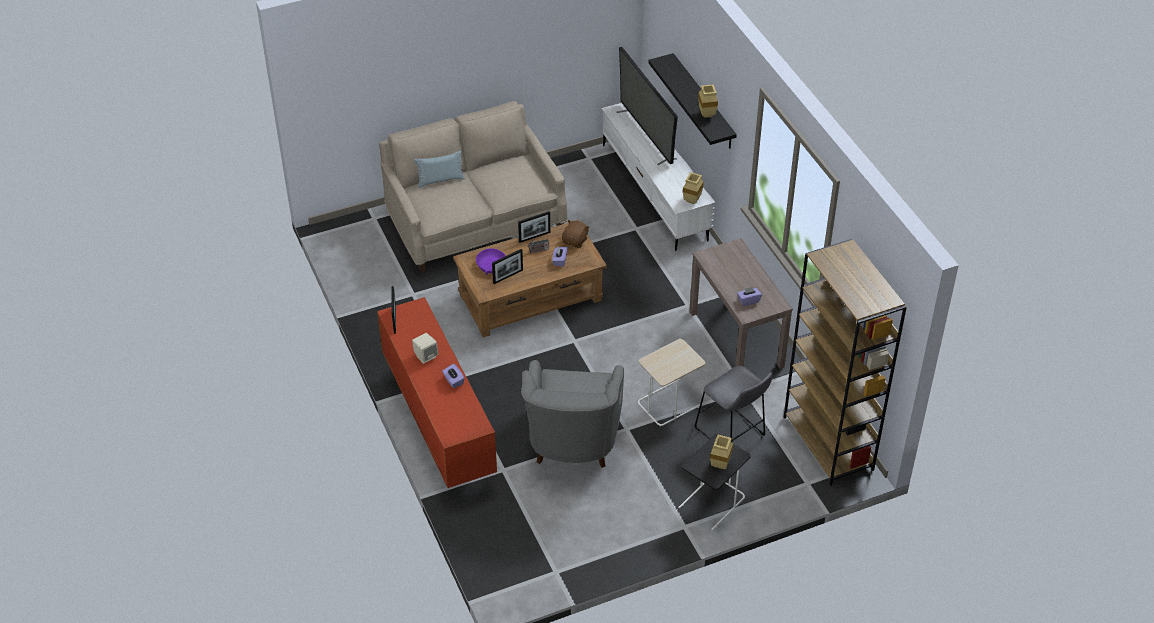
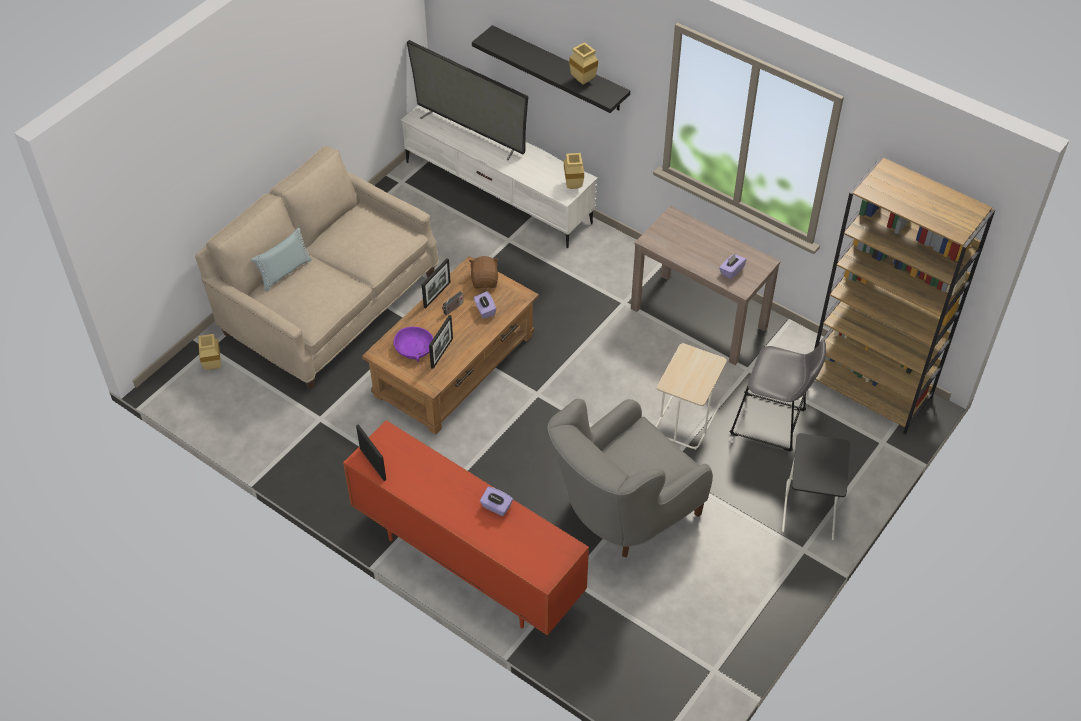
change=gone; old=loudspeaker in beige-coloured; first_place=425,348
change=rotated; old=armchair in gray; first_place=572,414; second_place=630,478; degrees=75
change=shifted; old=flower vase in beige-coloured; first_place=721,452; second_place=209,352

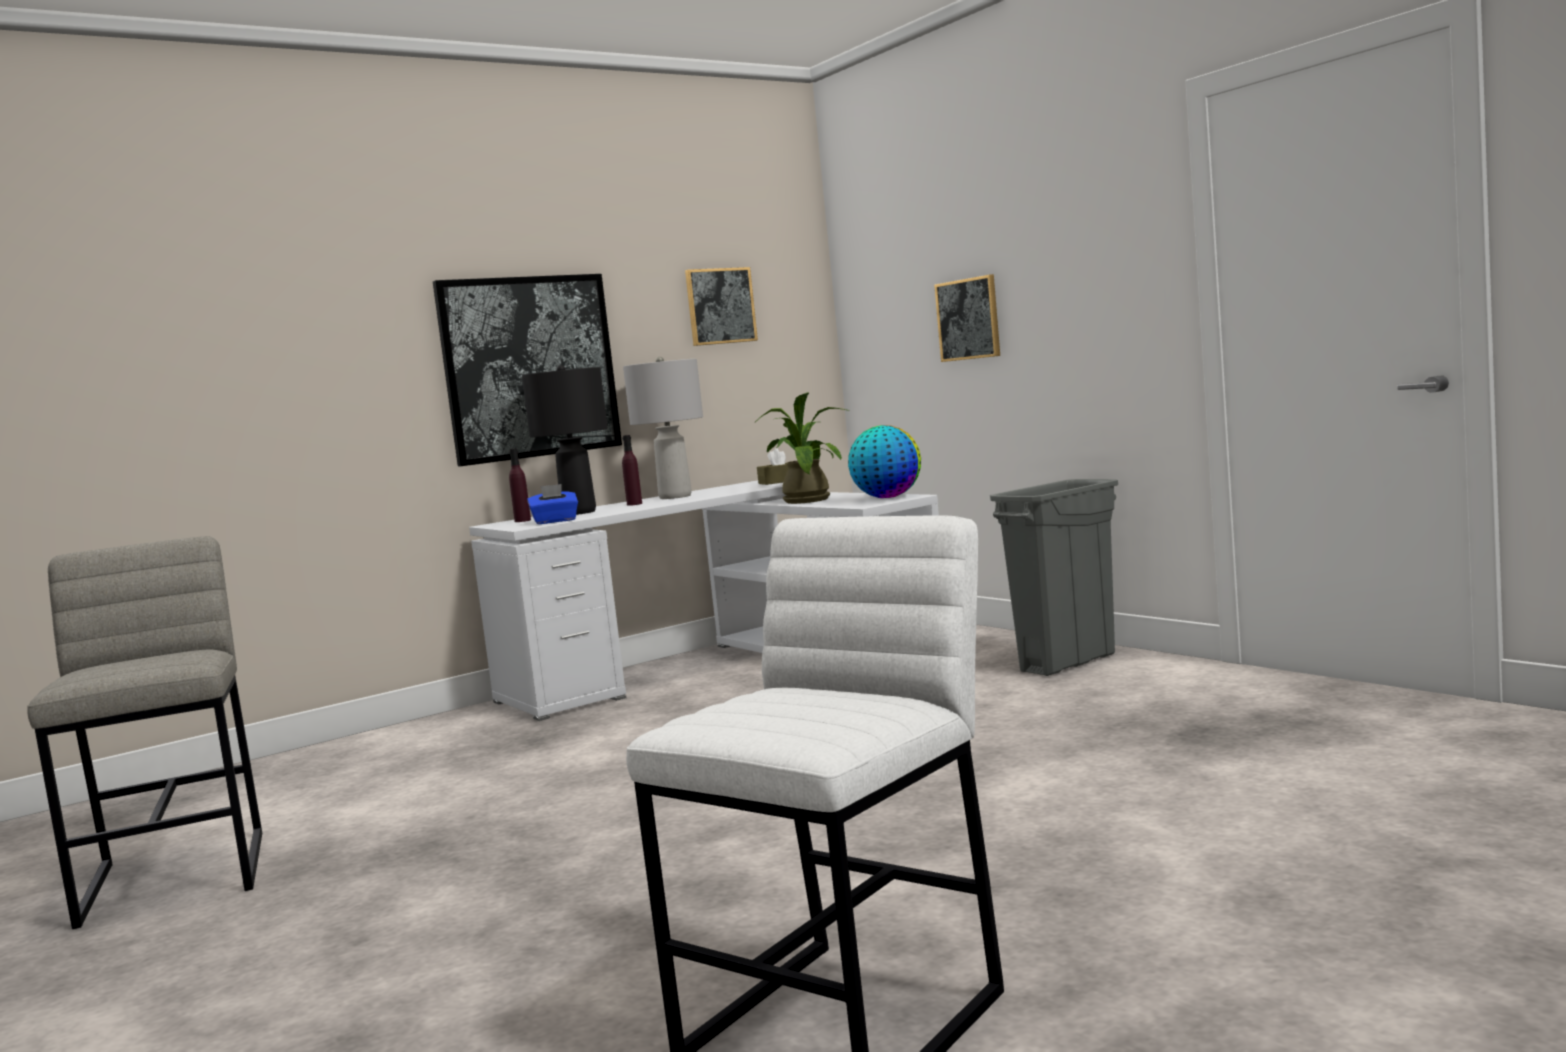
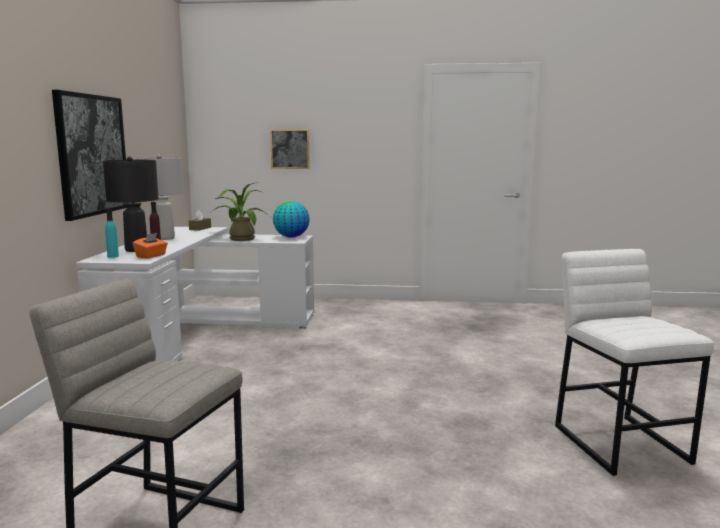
change=repainted; old=bottle in purple-coloured; new=bottle in turquoise-coloured; first_place=520,485; second_place=112,234
change=repainted; old=box of tissues in bluish; new=box of tissues in orange-coloured; first_place=552,504; second_place=150,246
change=gone; old=picture; first_place=721,306
change=gone; old=trash can in gray; first_place=1054,577

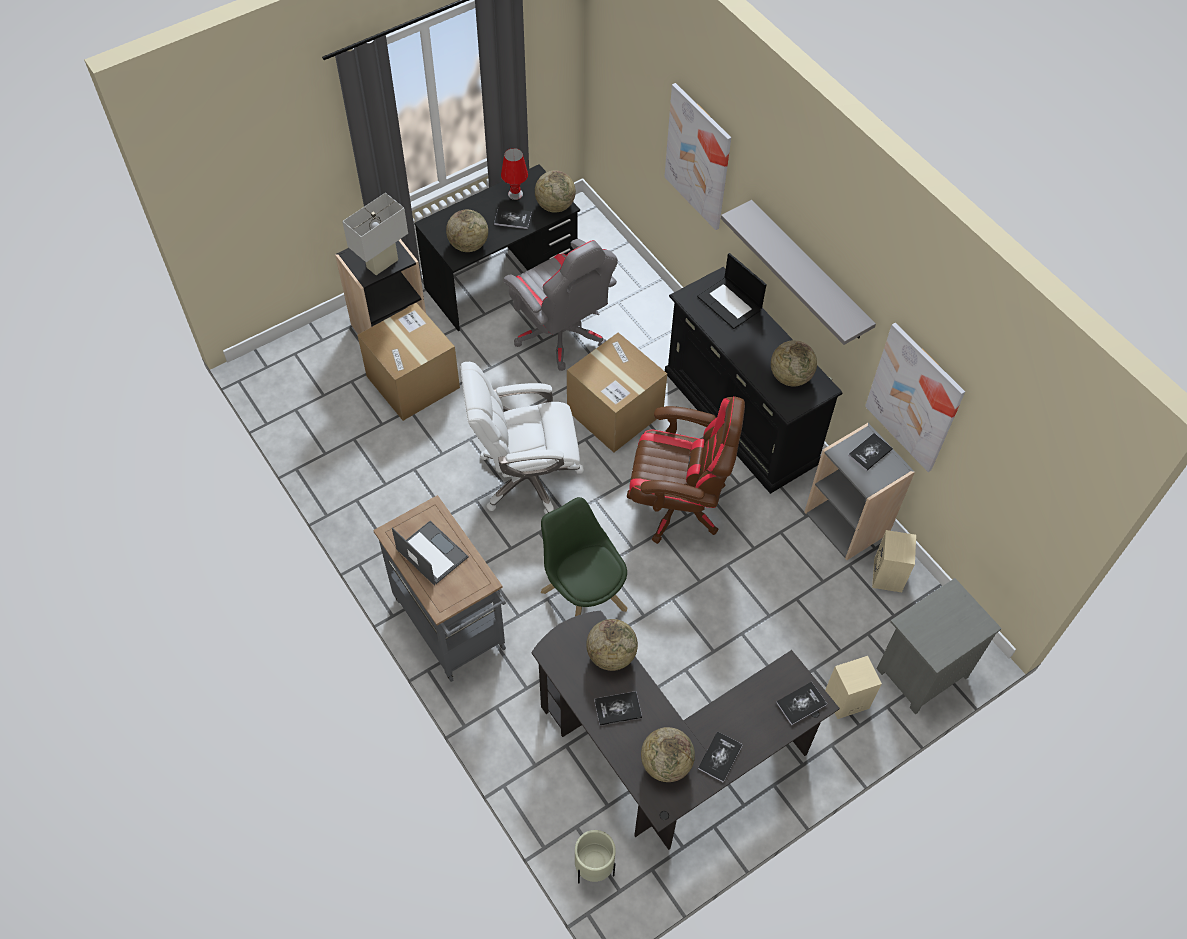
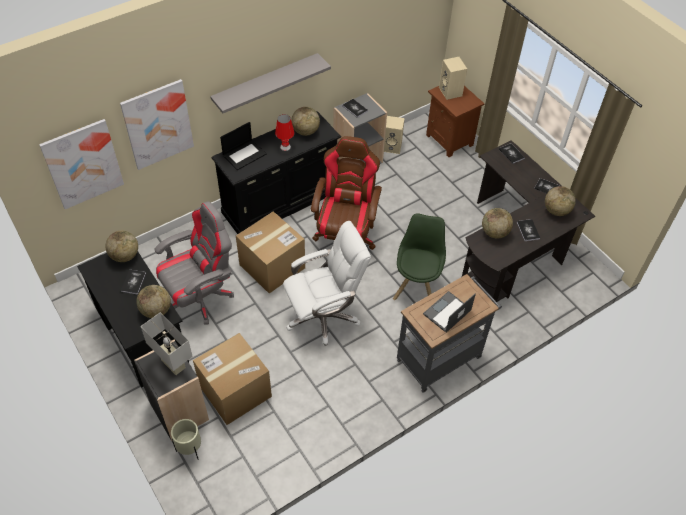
change=rotated; old=computer chair in white; first_place=522,438; second_place=327,283; degrees=-105
change=shifted; old=lamp for a table in reddish; first_place=514,174; second_place=284,132
change=rotated; old=plain chair in green; first_place=584,556; second_place=419,256; degrees=135
change=shifted; old=plant pot in beige-coloured; first_place=595,856; second_place=186,439
change=shifted; old=loudspeaker in beige-coloured; first_place=853,687; second_place=453,78
change=shifted; old=picture; first_place=915,397; second_place=81,164
change=repainted; old=nightstand in gray; new=nightstand in brownish; first_place=939,646; second_place=455,121

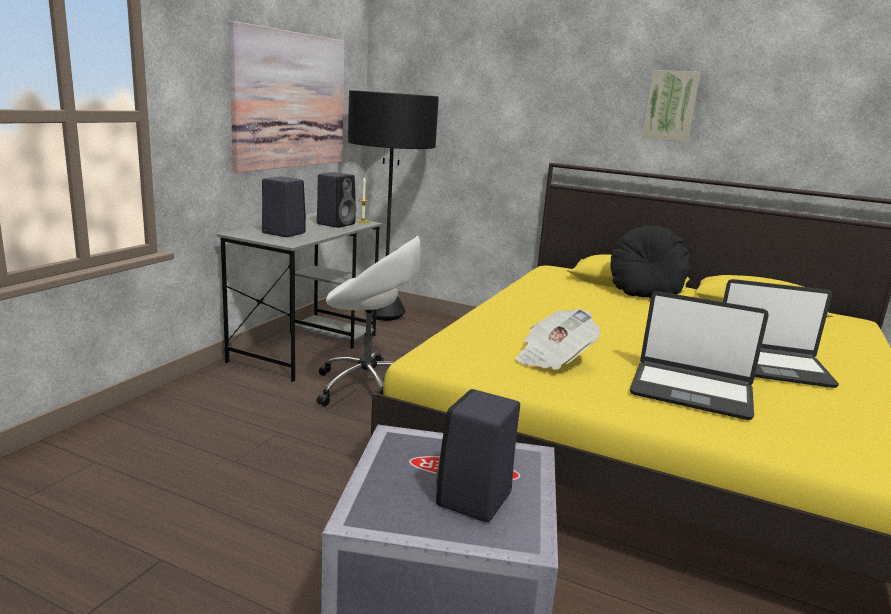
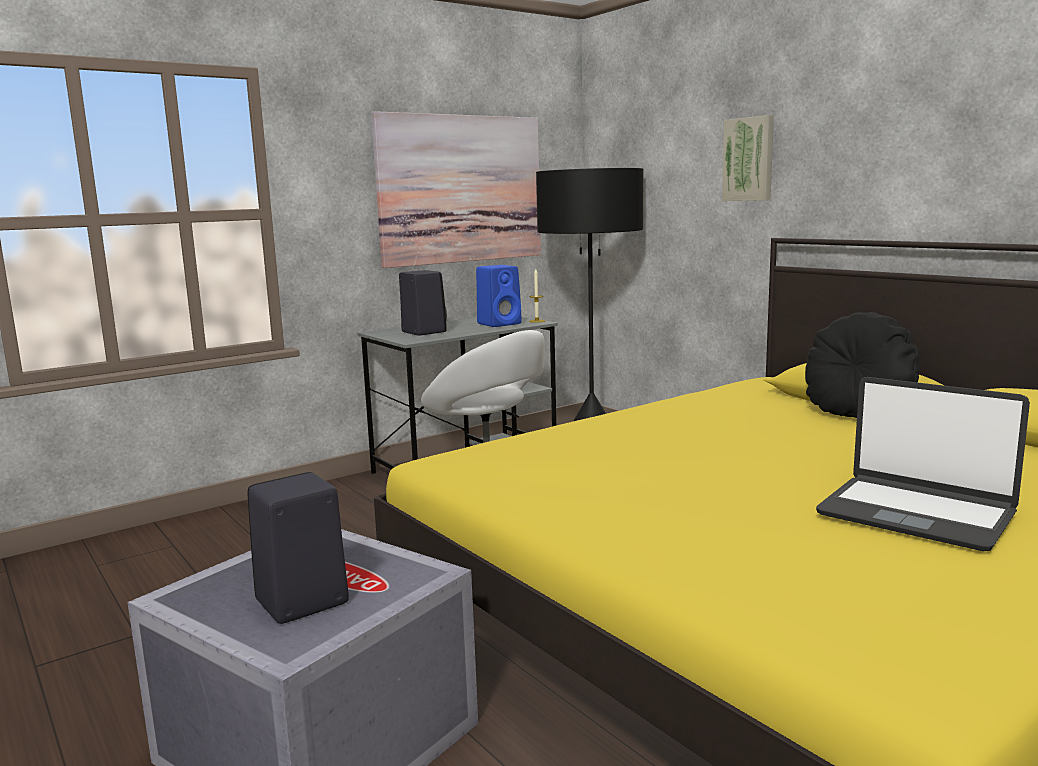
change=repainted; old=loudspeaker in black-coloured; new=loudspeaker in bluish; first_place=336,200; second_place=499,296
change=gone; old=printed paper; first_place=558,339
change=gone; old=laptop; first_place=699,355
change=shifted; old=picture; first_place=671,106; second_place=748,158

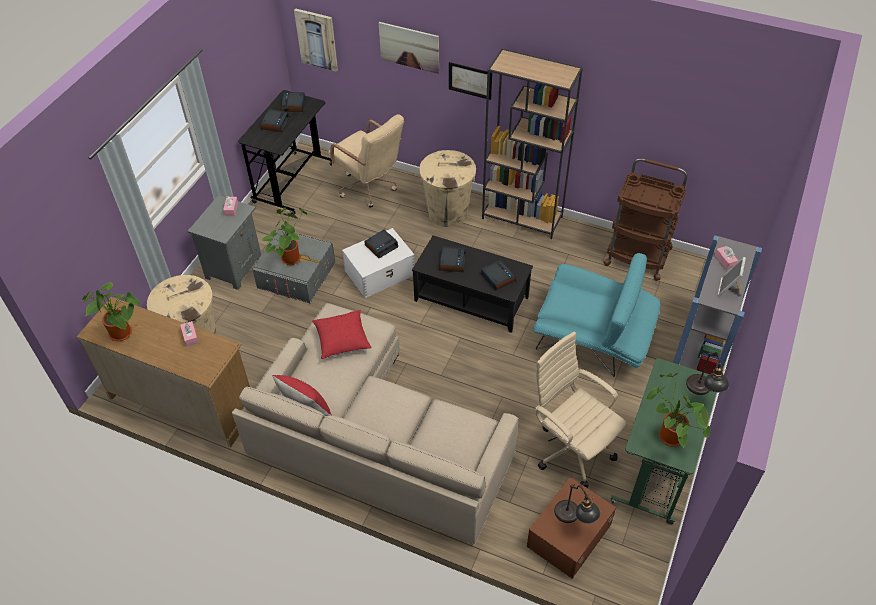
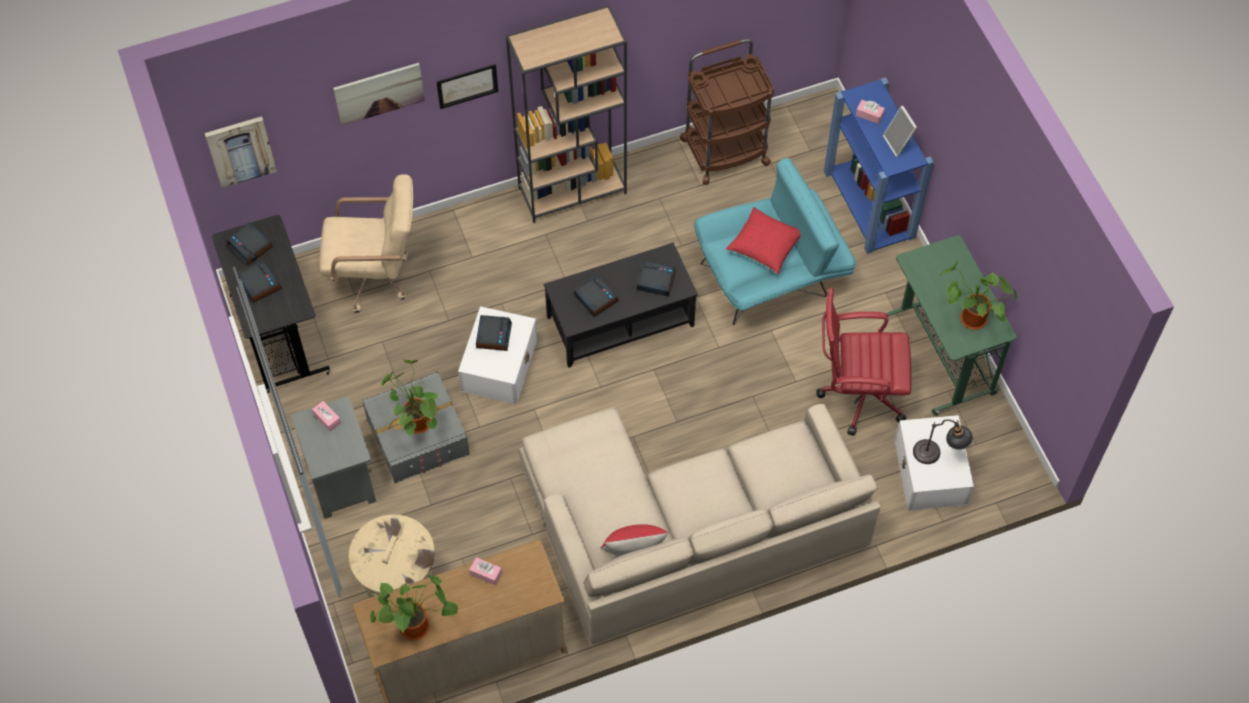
change=shifted; old=cushion in reddish; first_place=341,334; second_place=763,240
change=gone; old=trash can in beige-coloured; first_place=447,188
change=repainted; old=storage box in brownish; new=storage box in white; first_place=571,528; second_place=934,463
change=repainted; old=computer chair in beige-coloured; new=computer chair in reddish; first_place=580,410; second_place=864,361
change=repainted; old=shelving unit in gray; new=shelving unit in bluish; first_place=717,304; second_place=879,165
change=gone; old=lamp for a table in gray; first_place=707,373

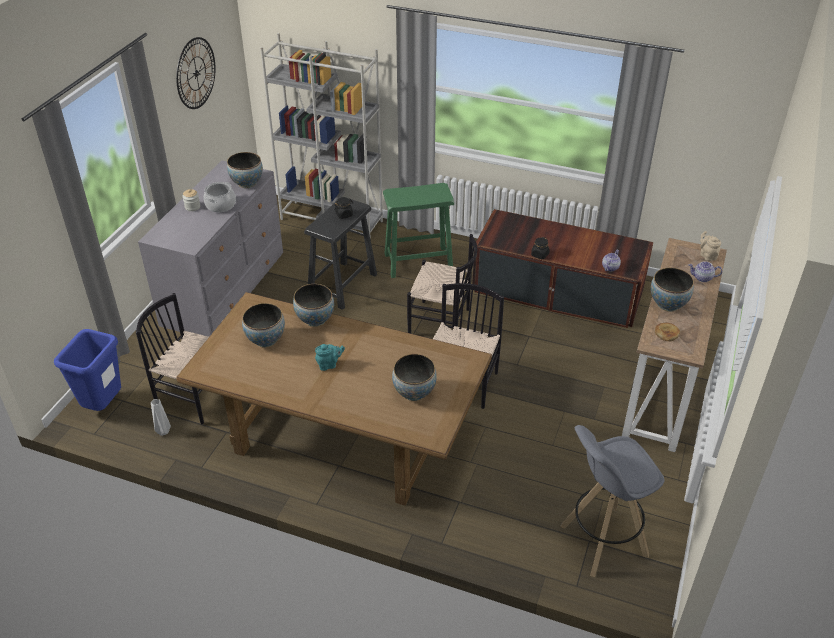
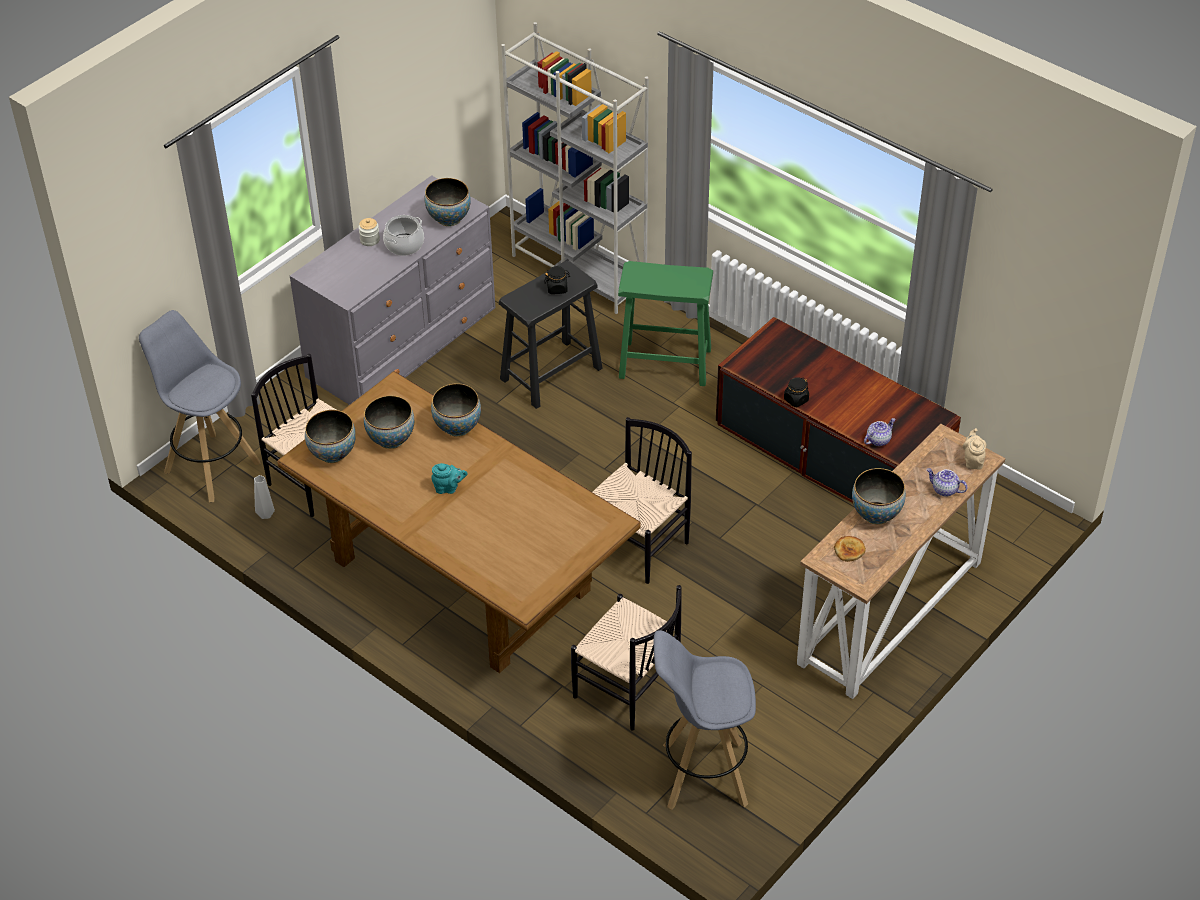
change=swapped; old=trash can in bluish; new=sitting stool in gray; first_place=87,370; second_place=200,406
change=gone; old=clock on the wall; first_place=195,73
change=shifted; old=deep dish; first_place=414,377; second_place=330,436
change=shifted; old=plain chair in black-coloured; first_place=442,283; second_place=626,658

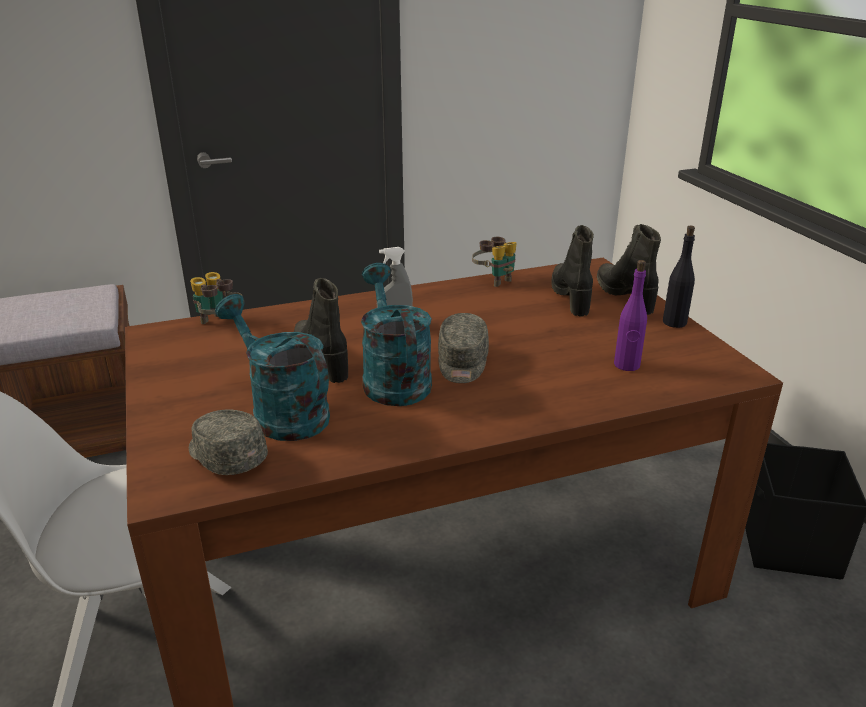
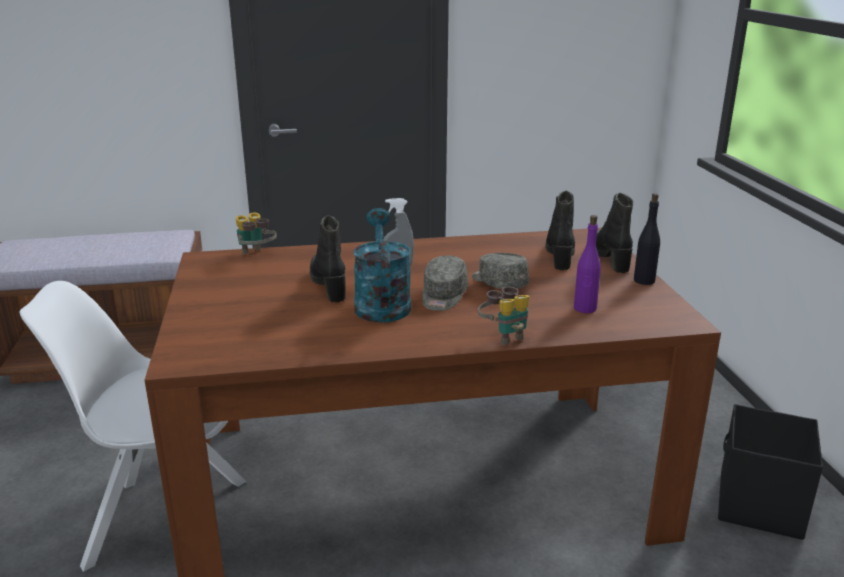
change=shifted; old=peaked cap in gray; first_place=228,442; second_place=500,271
change=gone; old=watering can in turquoise-coloured; first_place=272,367
change=shifted; old=binoculars; first_place=494,262; second_place=503,316

